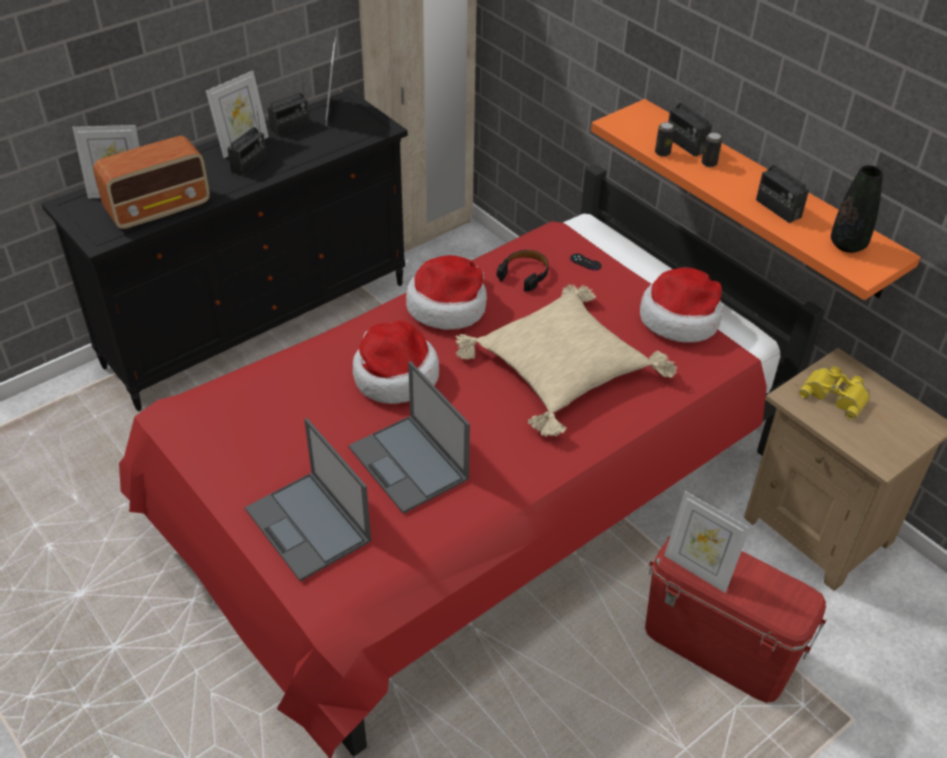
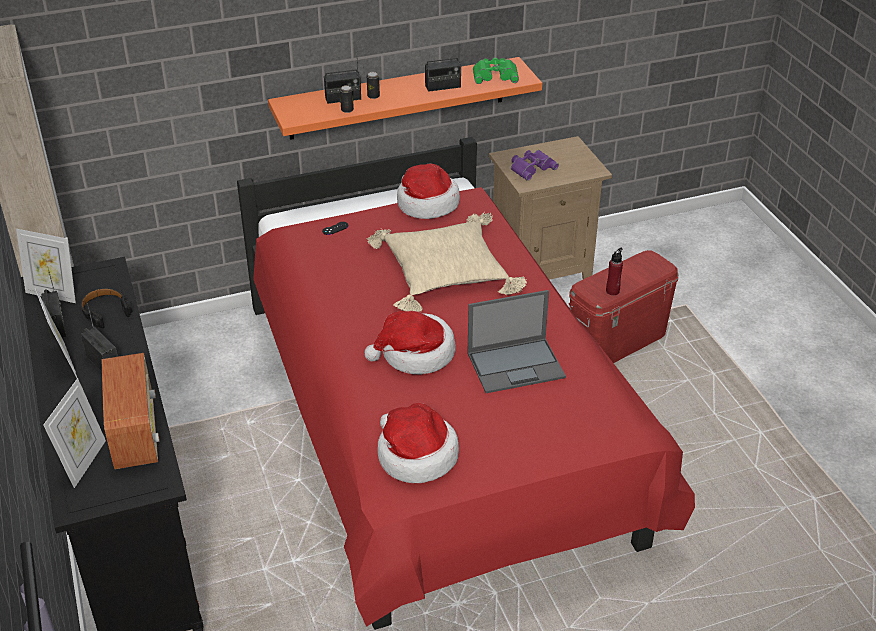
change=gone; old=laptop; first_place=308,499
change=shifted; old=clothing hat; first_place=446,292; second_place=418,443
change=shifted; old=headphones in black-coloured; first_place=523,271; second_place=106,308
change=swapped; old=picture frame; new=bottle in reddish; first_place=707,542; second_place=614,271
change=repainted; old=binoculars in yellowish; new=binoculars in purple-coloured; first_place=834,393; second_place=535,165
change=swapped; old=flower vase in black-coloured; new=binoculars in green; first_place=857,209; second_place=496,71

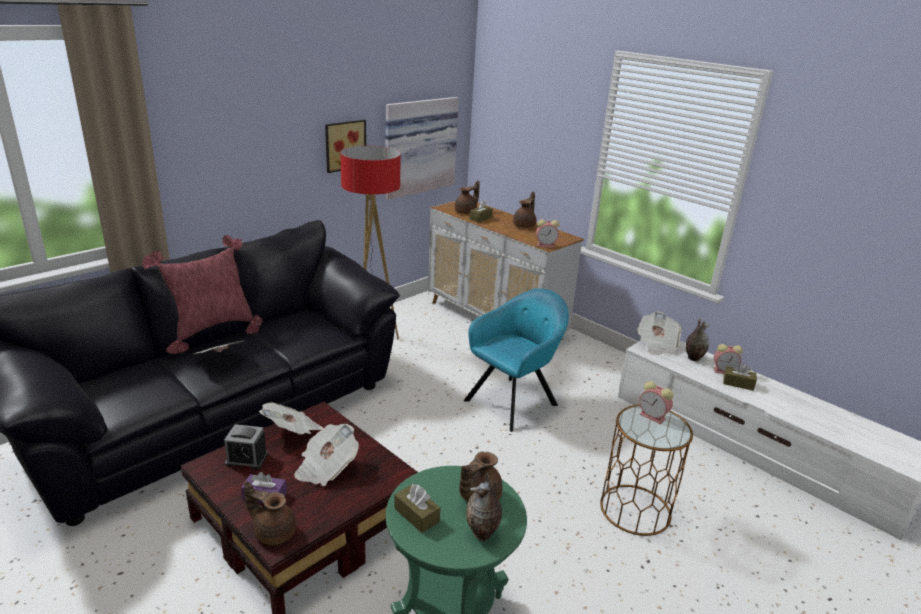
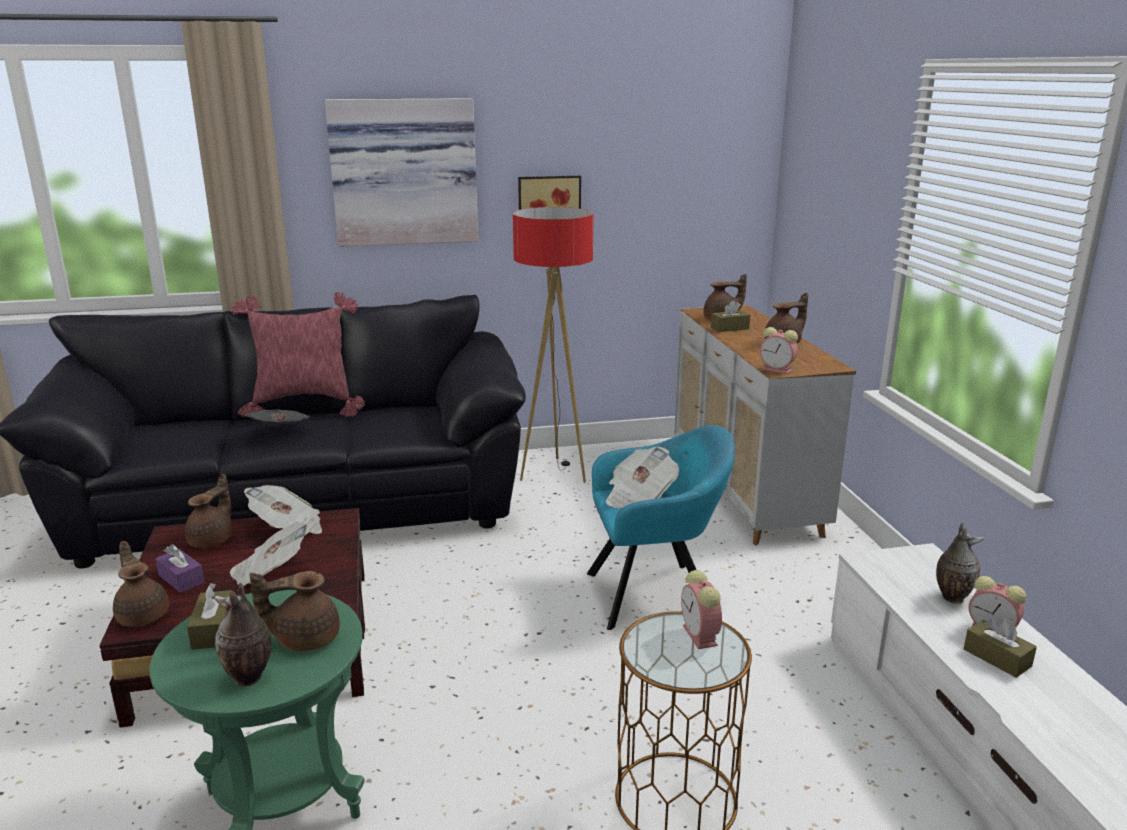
change=swapped; old=bedside clock; new=pot for tea in brownish; first_place=246,447; second_place=209,510
change=shifted; old=picture; first_place=422,148; second_place=401,172
change=shifted; old=printed paper; first_place=659,333; second_place=642,477

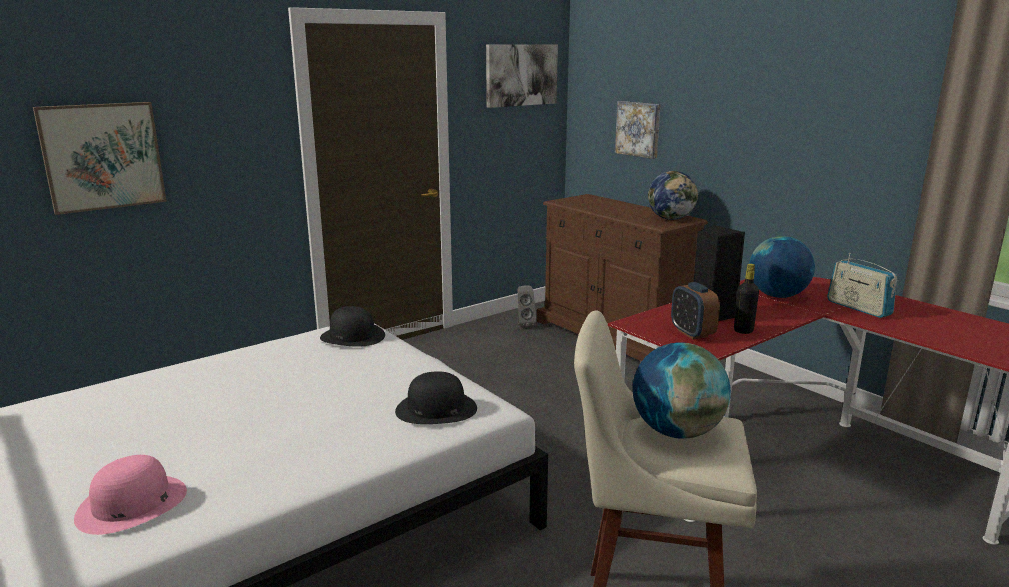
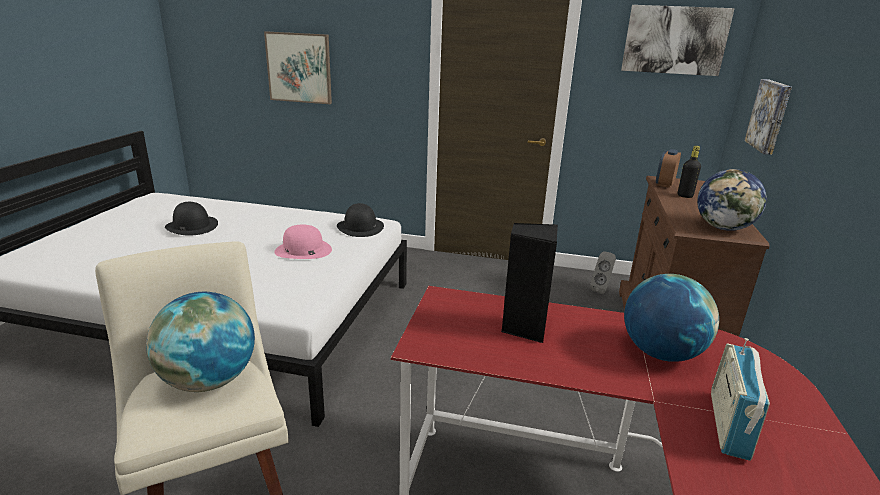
change=shifted; old=clothing hat in pink; first_place=130,495; second_place=303,242
change=shifted; old=clothing hat in black-coloured; first_place=436,397; second_place=191,219
change=shifted; old=bedside clock; first_place=695,310; second_place=668,168
change=shifted; old=bottle in black-coloured; first_place=746,299; second_place=689,172

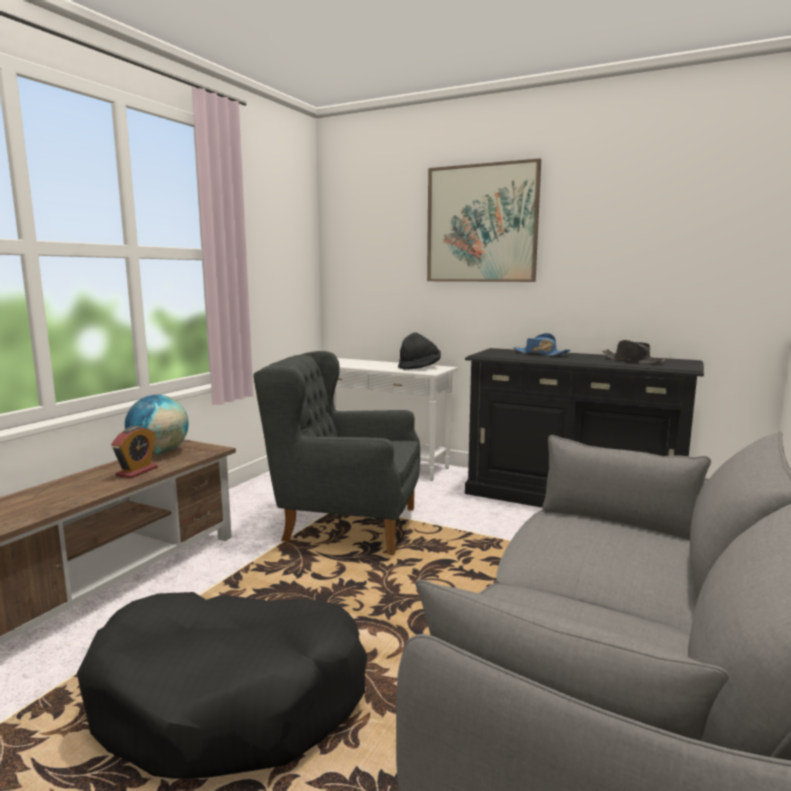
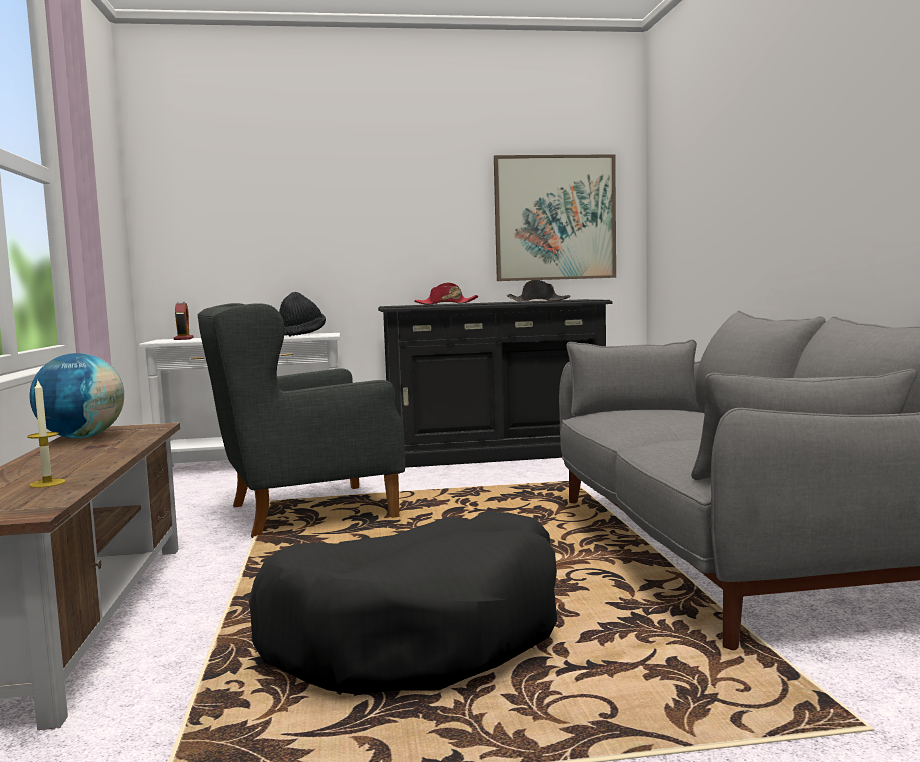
change=shifted; old=bedside clock; first_place=134,452; second_place=183,320
change=shifted; old=picture; first_place=484,220; second_place=555,217
change=repainted; old=clothing hat in bluish; new=clothing hat in reddish; first_place=542,344; second_place=446,294
change=new; new=candle; second_place=46,433

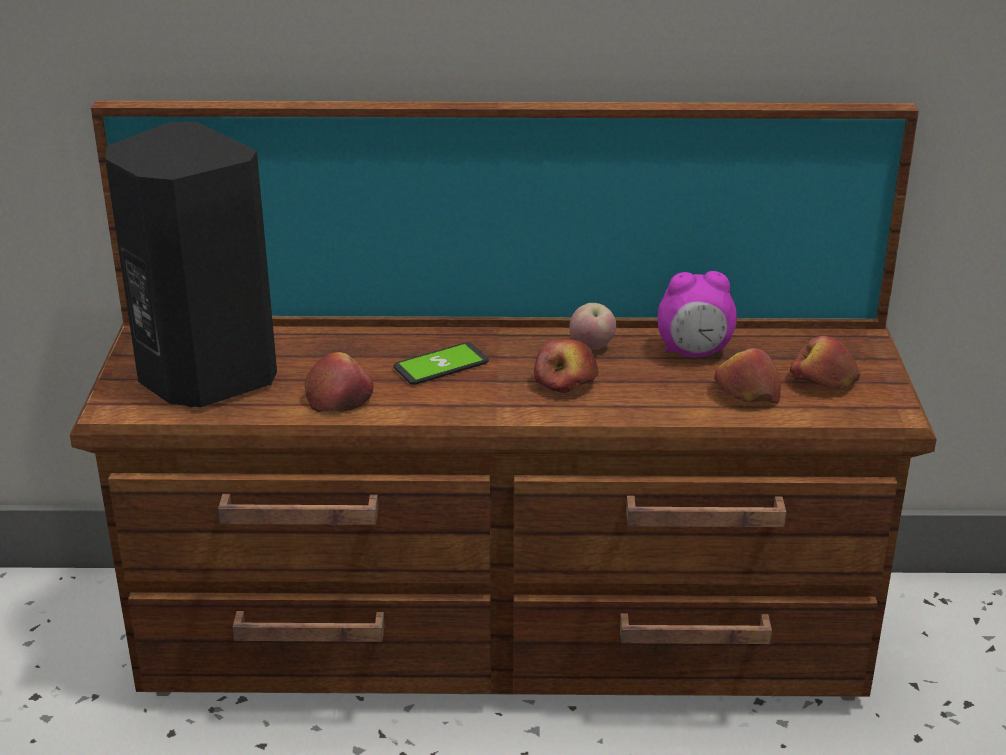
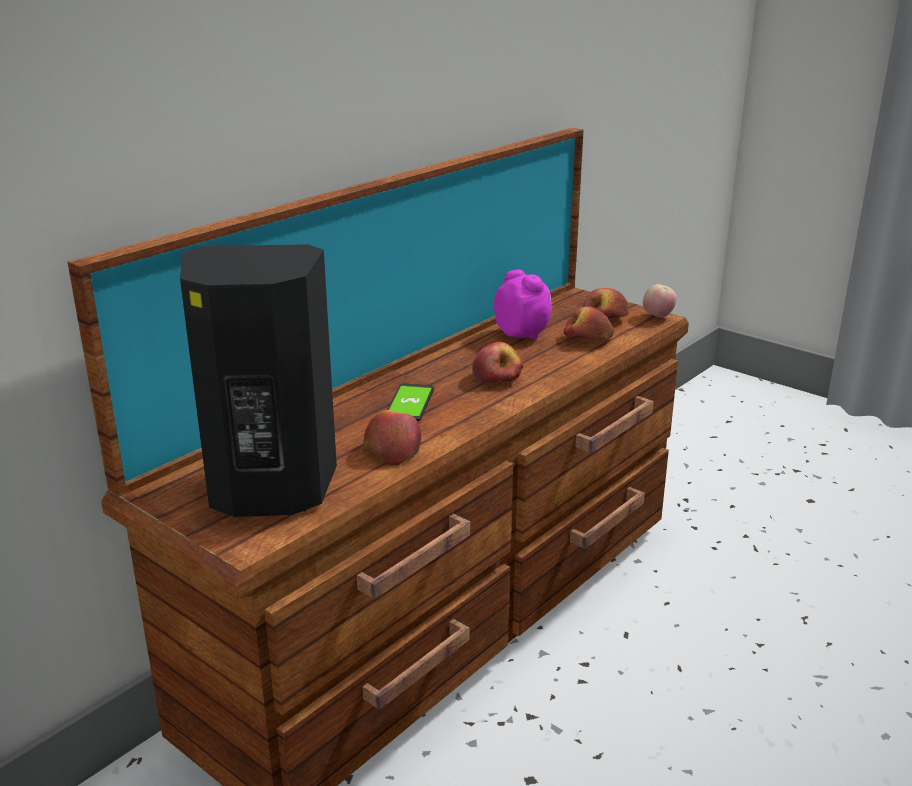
change=shifted; old=apple fruit; first_place=592,326; second_place=659,300
change=rotated; old=bedside clock; first_place=697,314; second_place=522,305; degrees=-75

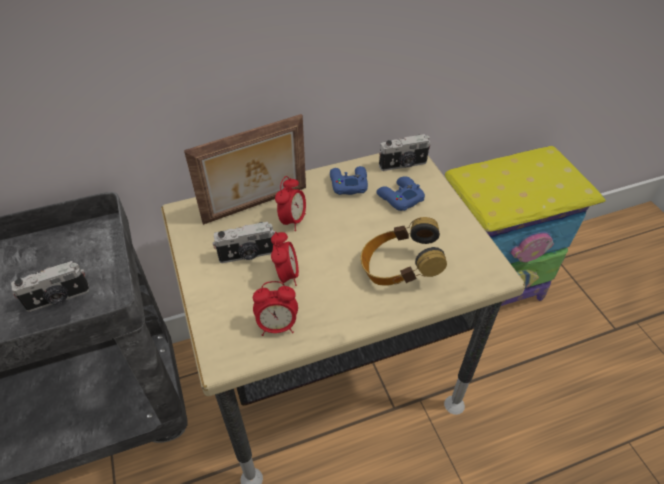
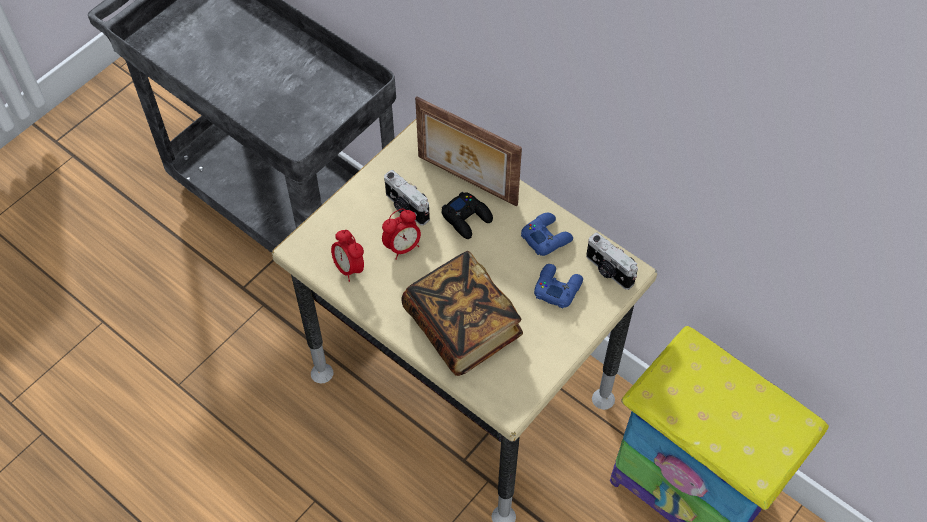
change=gone; old=still camera; first_place=50,286
change=swapped; old=bedside clock; new=gamepad in black-coloured; first_place=290,203; second_place=467,215
change=swapped; old=headphones; new=volume; first_place=404,251; second_place=462,313

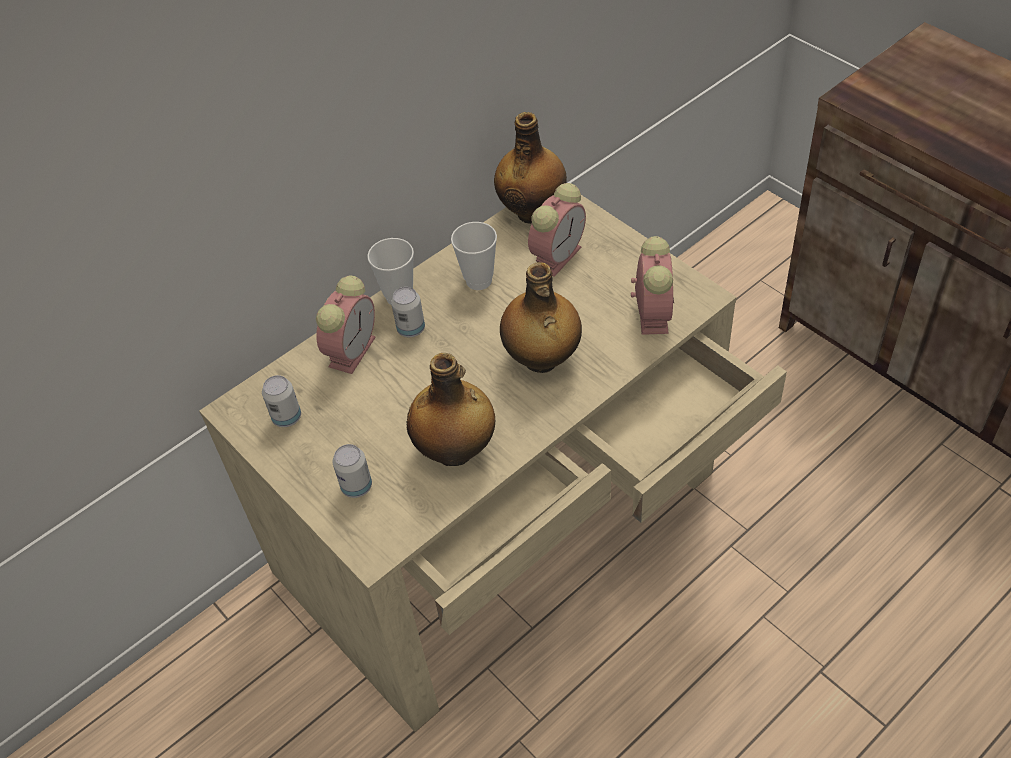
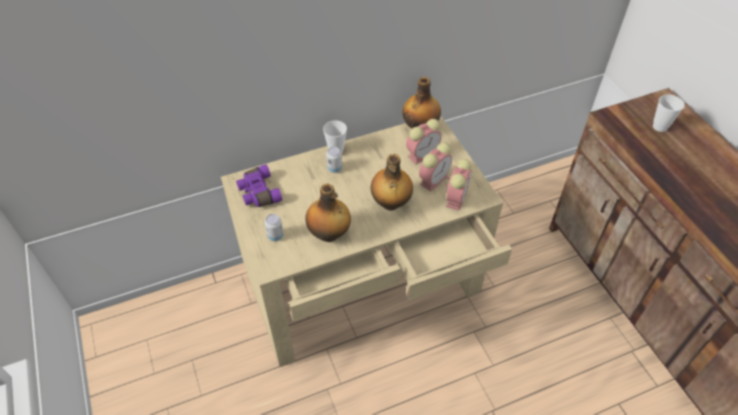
change=swapped; old=metal can; new=binoculars in purple-coloured; first_place=281,401; second_place=259,185
change=shifted; old=bedside clock; first_place=346,325; second_place=435,166
change=shifted; old=small cup; first_place=474,256; second_place=669,113

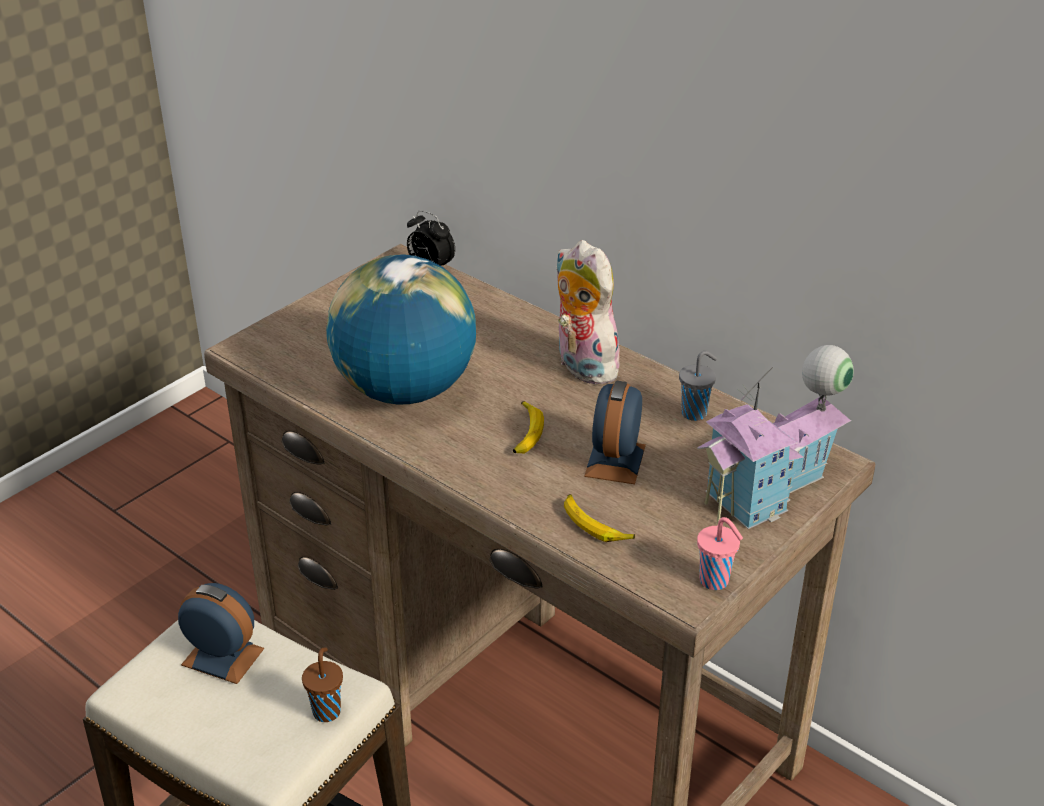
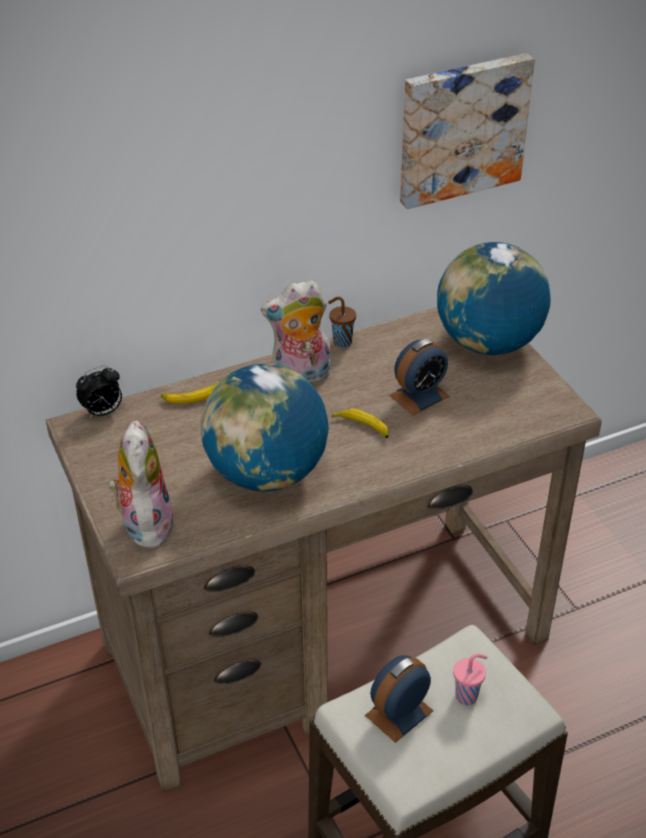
change=shifted; old=small cup in brownish; first_place=322,684; second_place=342,322
change=shifted; old=banana fruit; first_place=599,518; second_place=191,391
change=rotated; old=bedside clock; first_place=615,432; second_place=419,377; degrees=-75
change=gone; old=small cup in gray; first_place=698,386
change=swapped; old=miniature house; new=world globe; first_place=775,437; second_place=494,298
change=shifted; old=small cup in pink; first_place=720,553; second_place=470,679
change=new; new=plush toy; second_place=141,485
change=new; new=picture; second_place=467,131

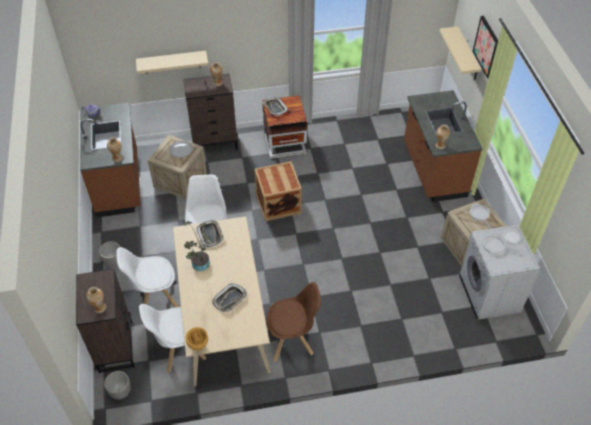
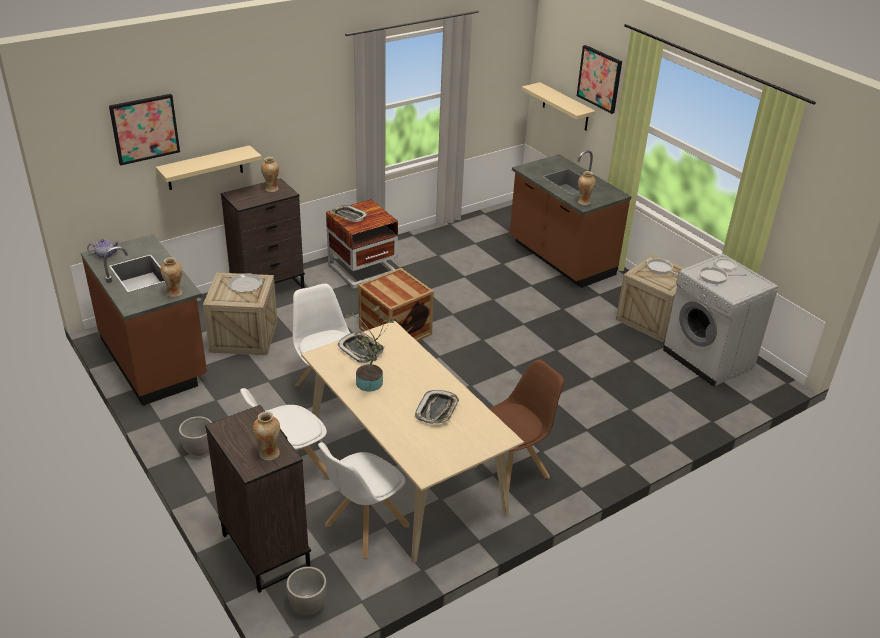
change=gone; old=flower vase in brownish; first_place=197,338
change=new; new=picture; second_place=144,129

